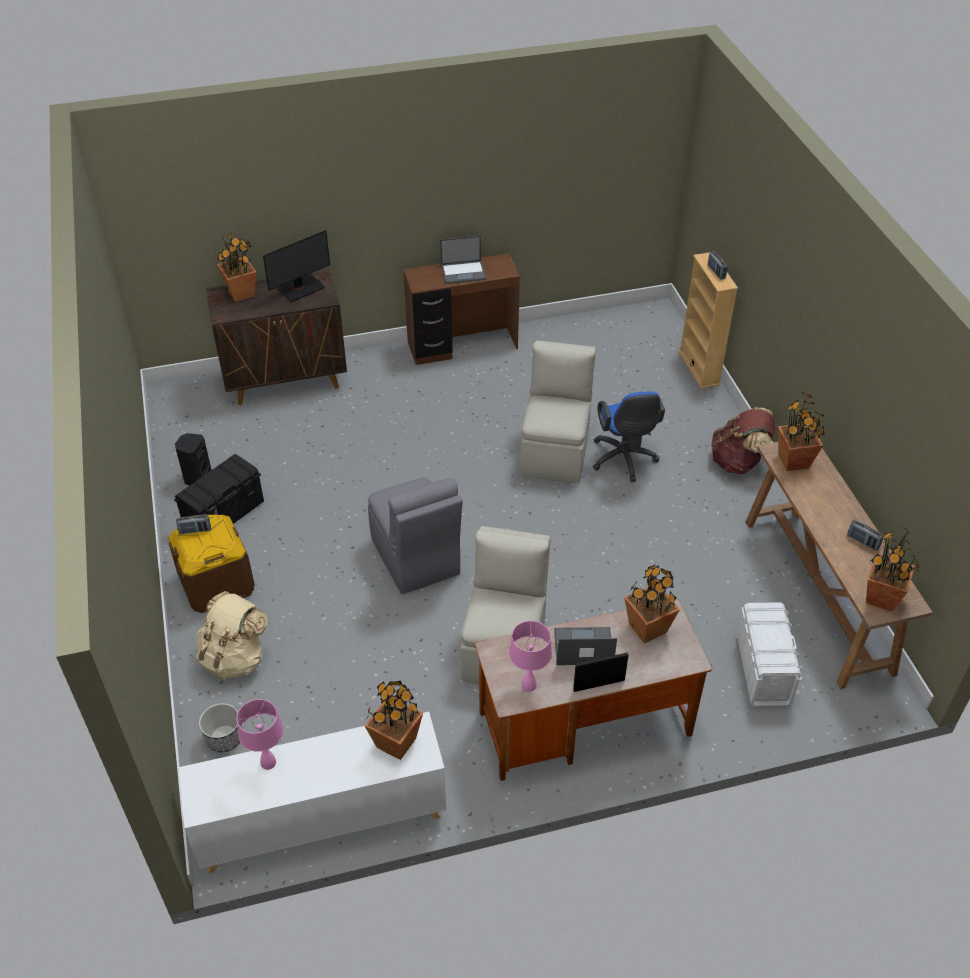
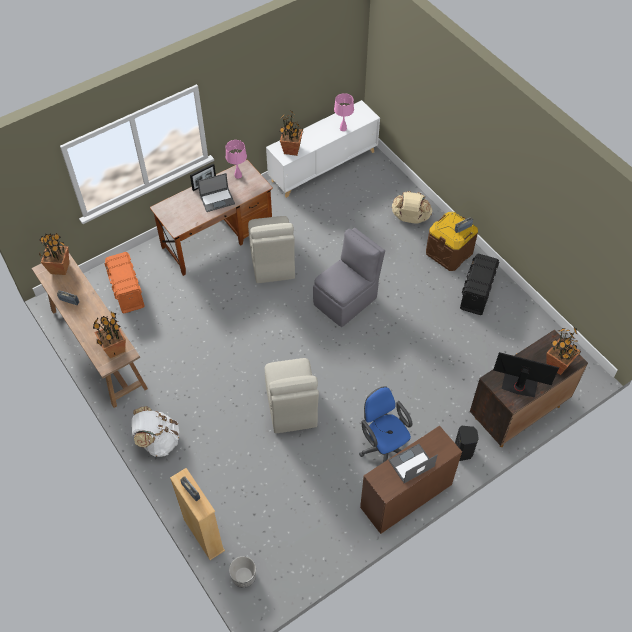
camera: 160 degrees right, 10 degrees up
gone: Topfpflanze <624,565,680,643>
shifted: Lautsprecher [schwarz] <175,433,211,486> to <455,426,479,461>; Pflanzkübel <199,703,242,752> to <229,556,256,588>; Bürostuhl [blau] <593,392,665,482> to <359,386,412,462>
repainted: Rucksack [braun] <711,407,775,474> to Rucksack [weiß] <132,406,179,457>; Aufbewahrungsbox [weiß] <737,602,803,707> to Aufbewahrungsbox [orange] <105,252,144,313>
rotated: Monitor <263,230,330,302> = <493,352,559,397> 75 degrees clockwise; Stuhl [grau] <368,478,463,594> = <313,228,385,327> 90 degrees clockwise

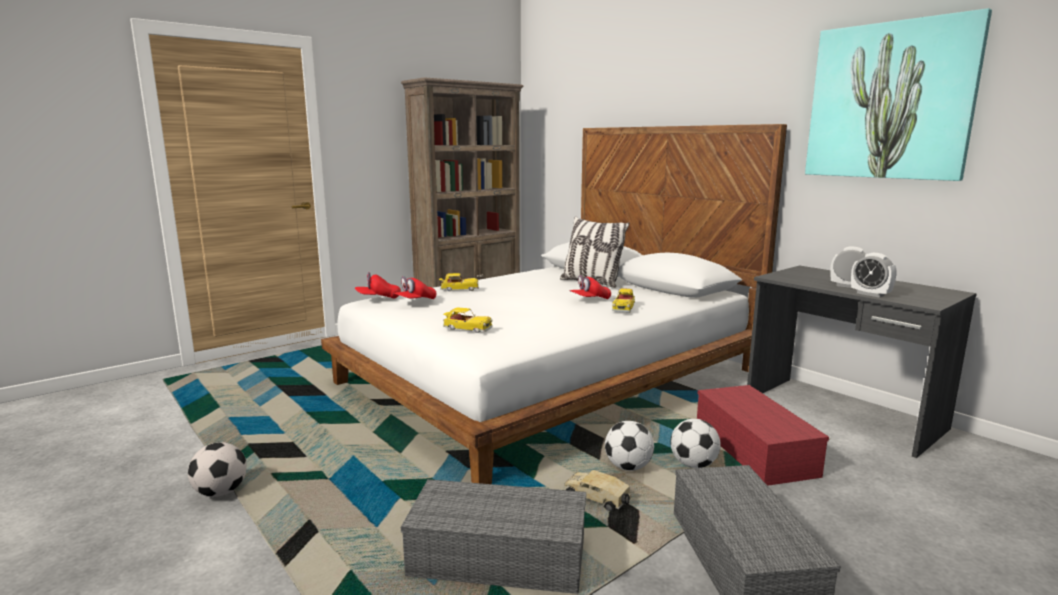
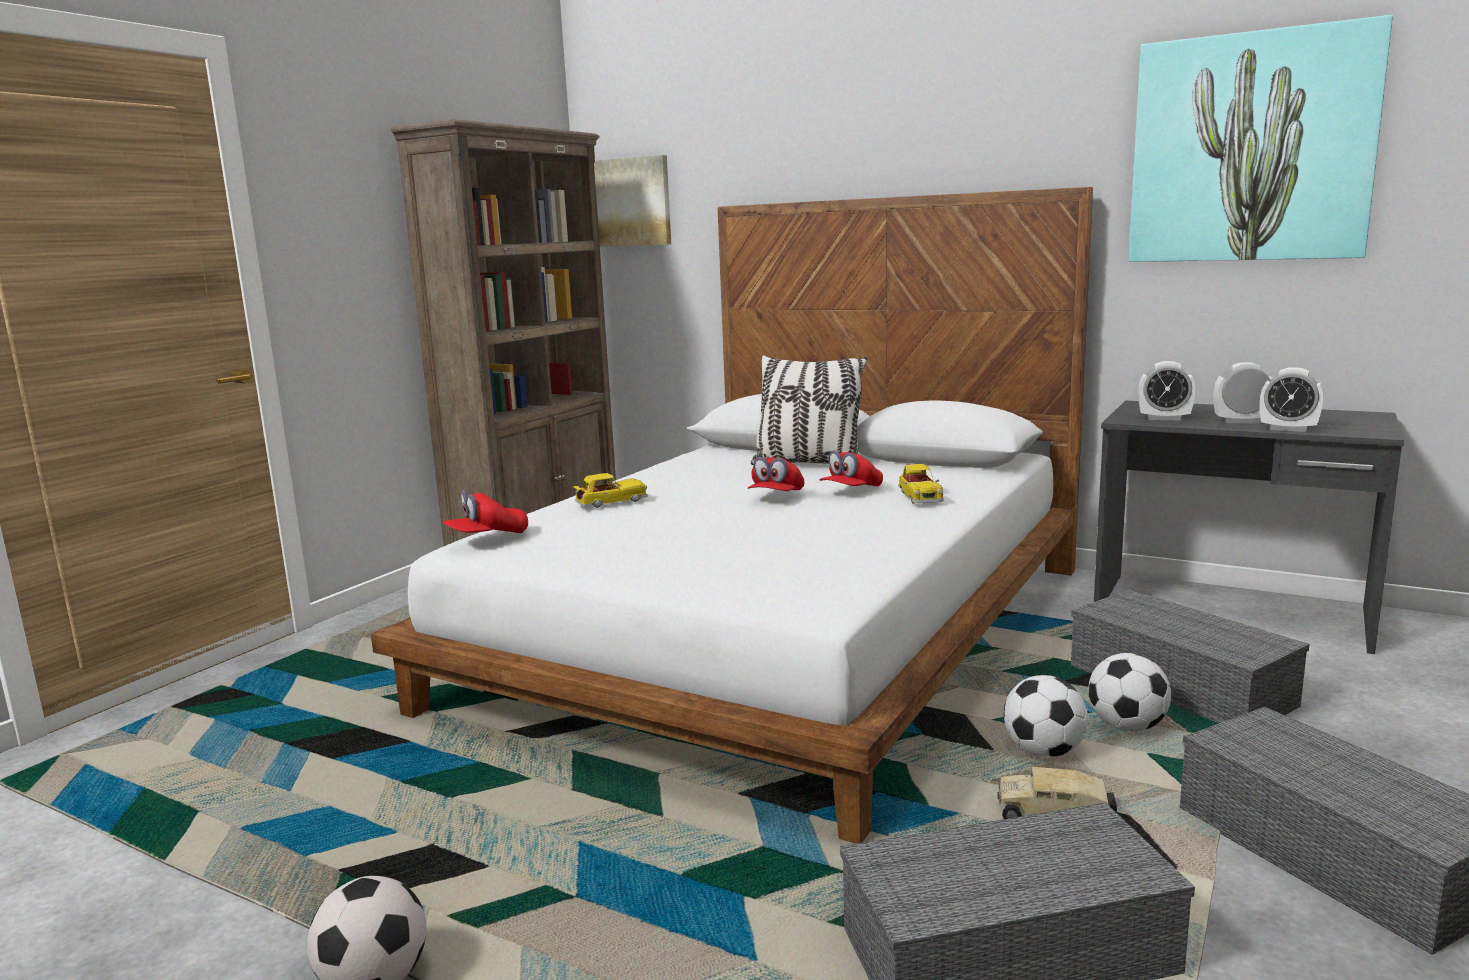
camera: 20 degrees left, 0 degrees up
gone: Spielzeugauto <443,307,493,333>
new: Bild <594,155,671,247>; Wecker <1138,361,1196,421>
shifted: Kappe [rot] <393,276,436,299> to <748,457,804,491>
repainted: Aufbewahrungsbox [rot] <697,385,829,486> to Aufbewahrungsbox [grau] <1071,590,1310,723>

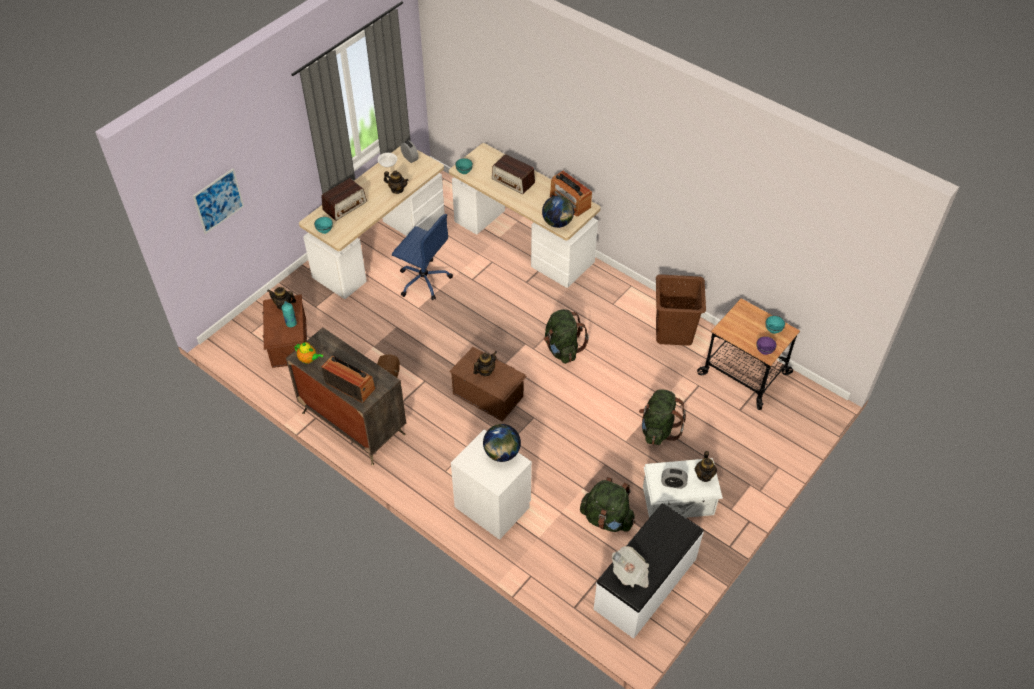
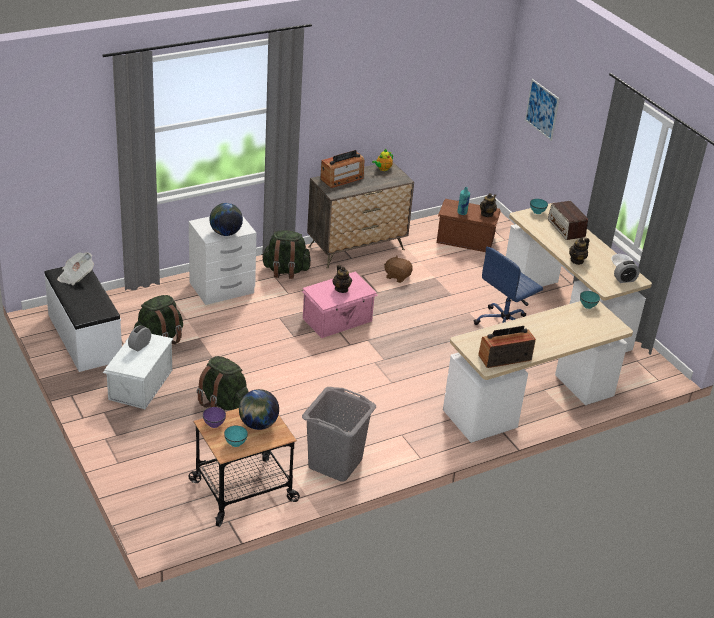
camera: 110 degrees right, 15 degrees down
gone: Radio <492,154,535,194>; Teekanne <694,451,717,482>
shifted: Globus <542,196,574,228> to <239,389,279,430>; Rucksack [grün] <544,309,589,364> to <262,230,311,279>
repainted: Aufbewahrungsbox [braun] <449,347,527,422> to Aufbewahrungsbox [rosa] <302,272,378,338>; Wäschekorb [braun] <656,274,706,346> to Wäschekorb [grau] <302,387,376,482>

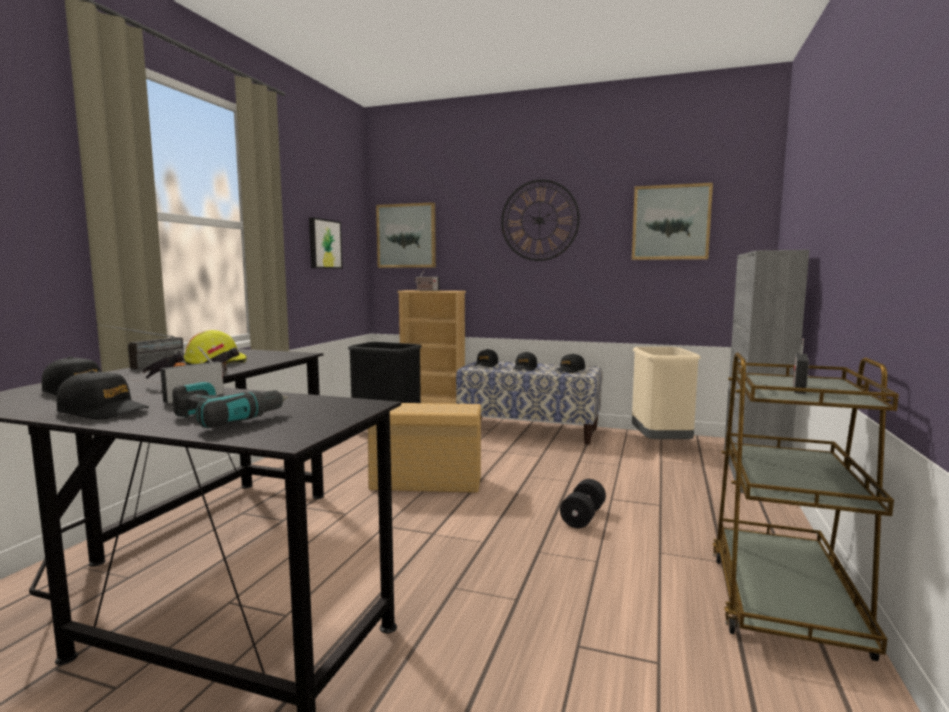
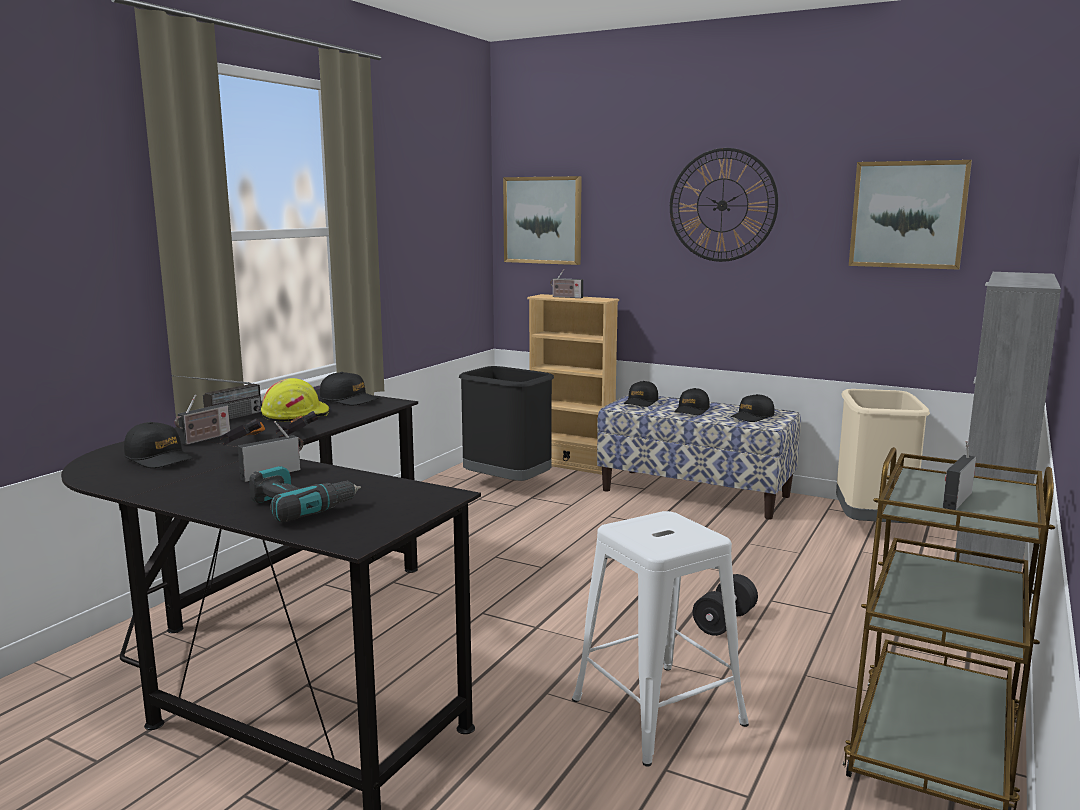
camera: 10 degrees right, 5 degrees up
gone: Bild <309,217,343,269>; Aufbewahrungsbox [beige] <368,403,481,493>
new: Radio <175,394,230,445>; Hocker [weiß] <572,511,749,767>
shifted: Kappe [schwarz] <56,371,149,419> to <320,372,379,406>

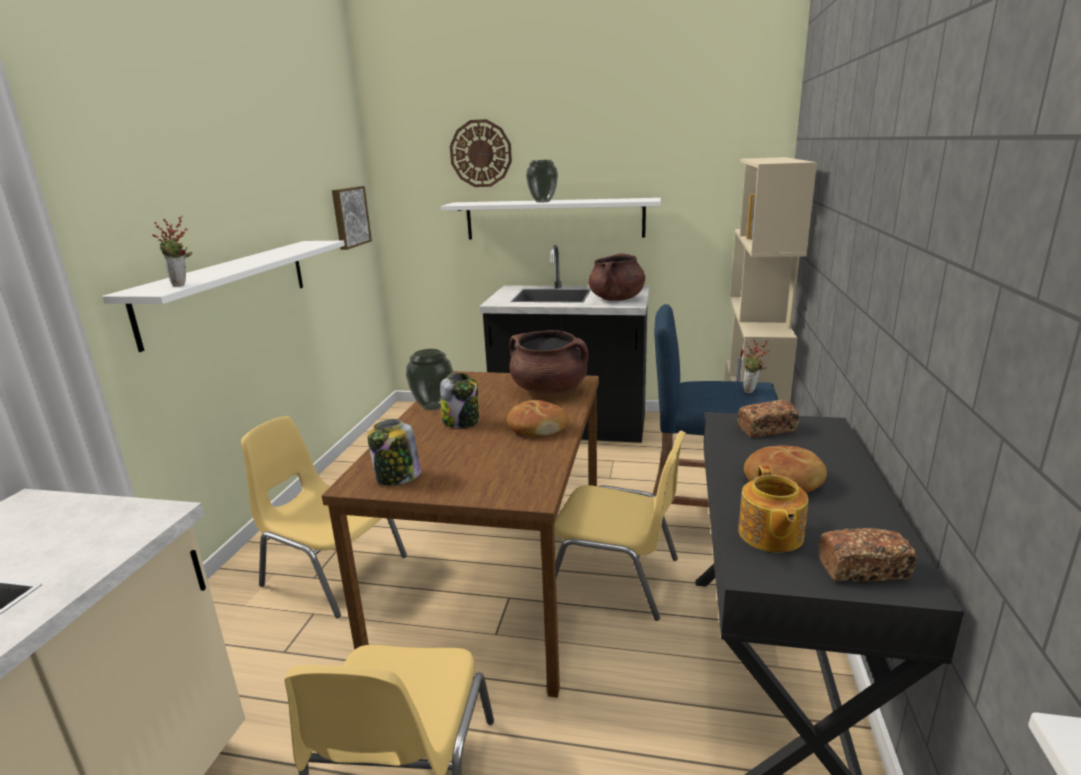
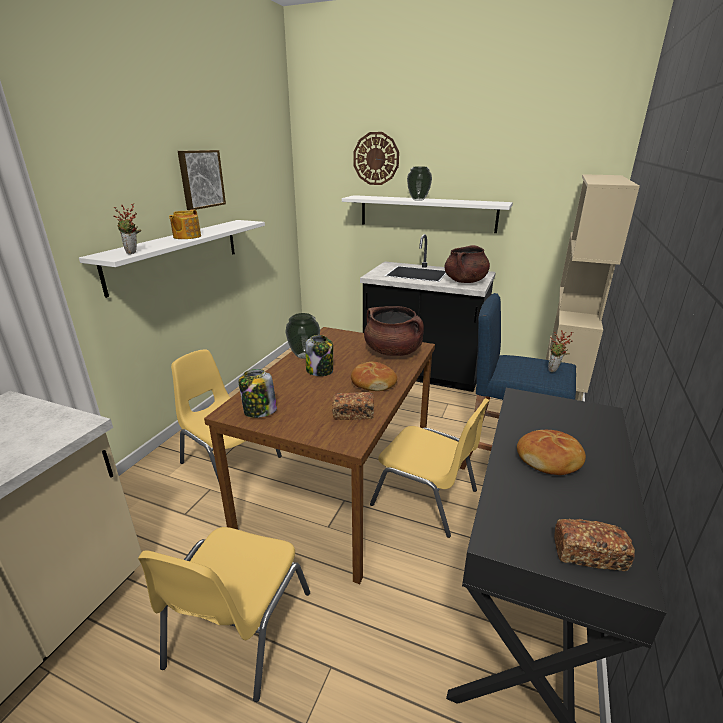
camera: 10 degrees right, 5 degrees up
shifted: Bild <332,186,372,250> to <178,150,226,210>; Brot <737,400,799,438> to <332,392,374,420>; Teekanne <738,465,808,553> to <169,209,201,239>

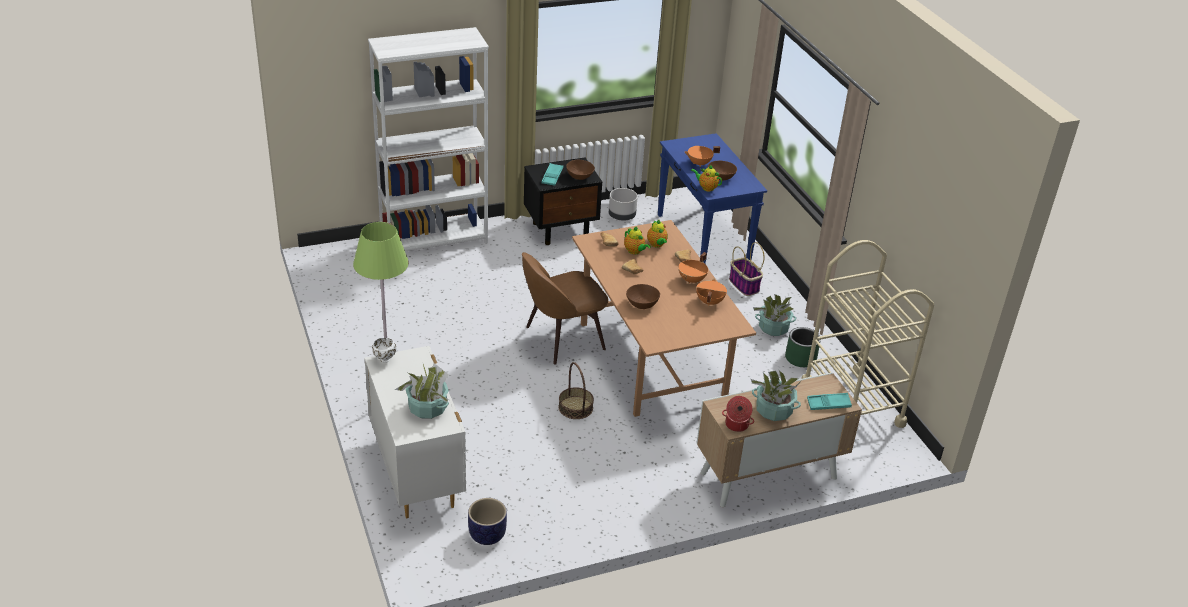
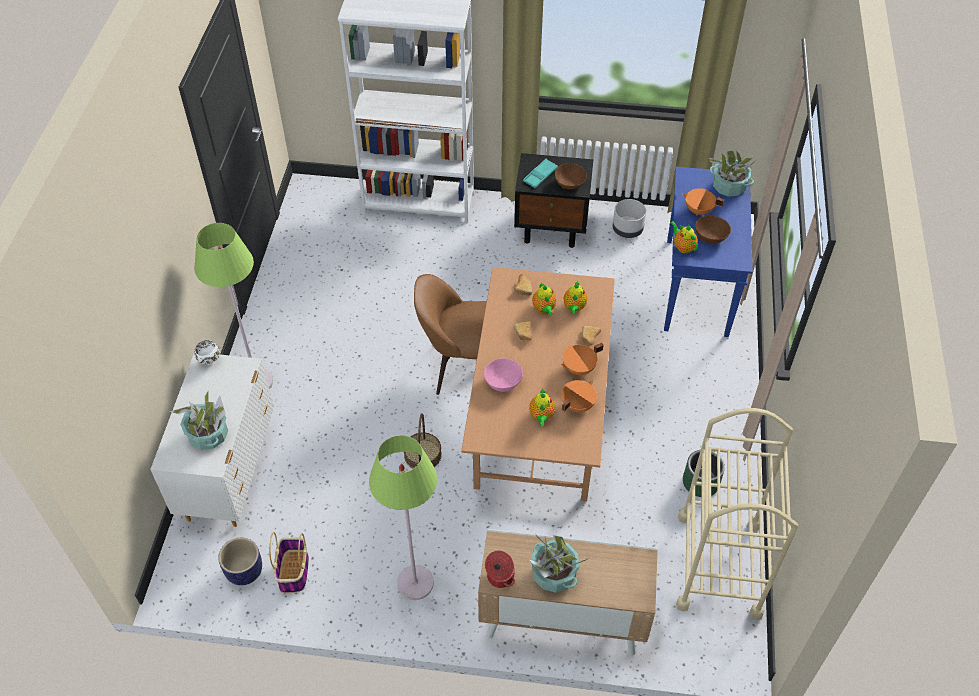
camera: 30 degrees right, 15 degrees up
gone: Tablett [türkis] <807,393,852,410>
new: Stehlampe [grün] <369,435,437,600>; Teekanne <529,388,555,426>
shifted: Korb <729,242,764,296> to <269,532,309,593>; Topfpflanze <753,294,796,336> to <709,150,757,197>
repainted: Schüssel [braun] <626,284,660,309> to Schüssel [rosa] <484,358,523,391>

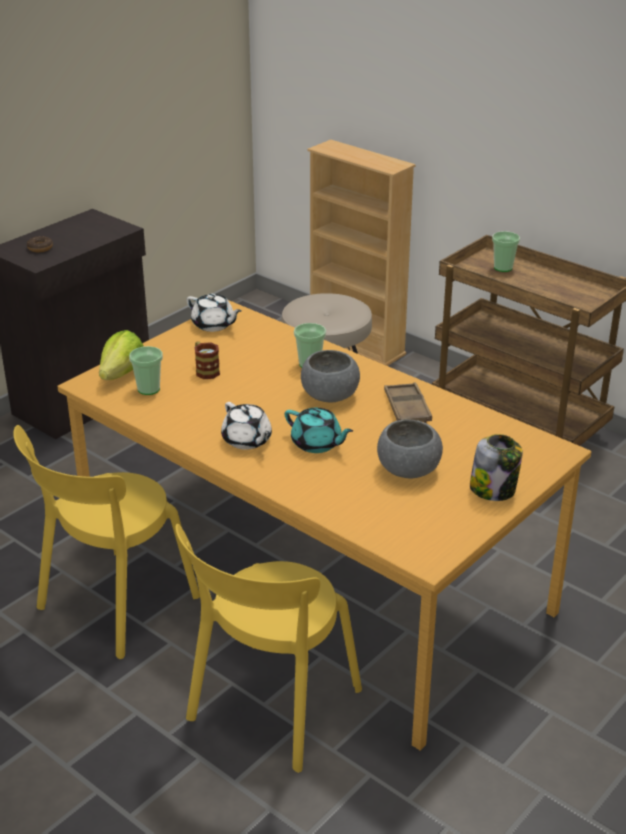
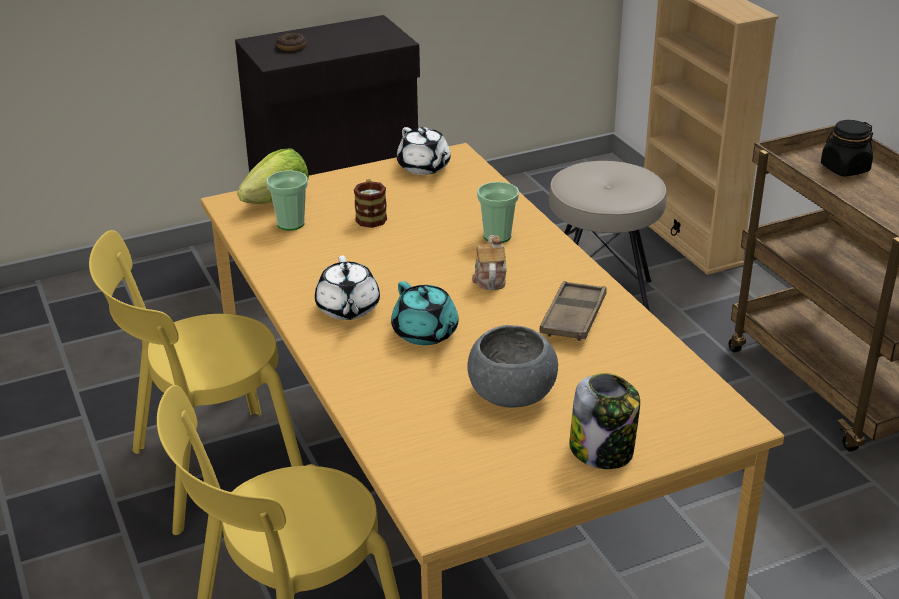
camera: 25 degrees right, 0 degrees up
swapped: Schüssel [grau] <301,350,360,403> to Teekanne <472,235,507,290>; Tasse <492,231,520,272> to Vorratsglas [schwarz] <821,120,873,176>

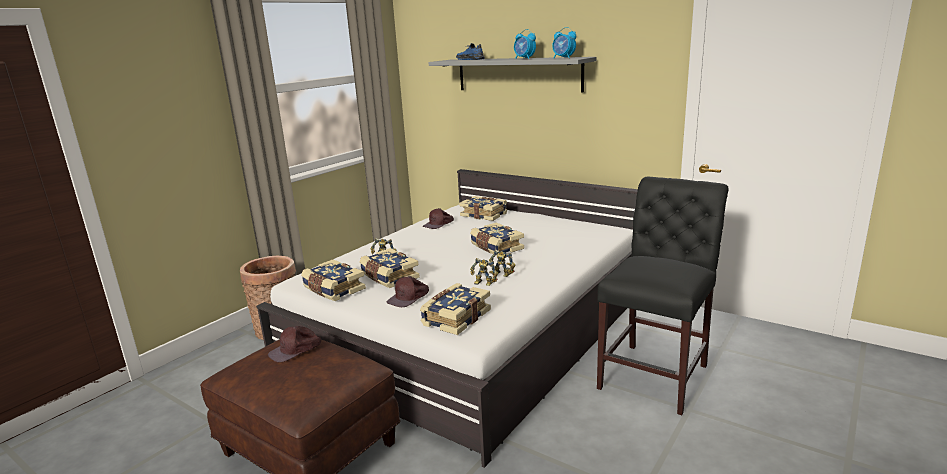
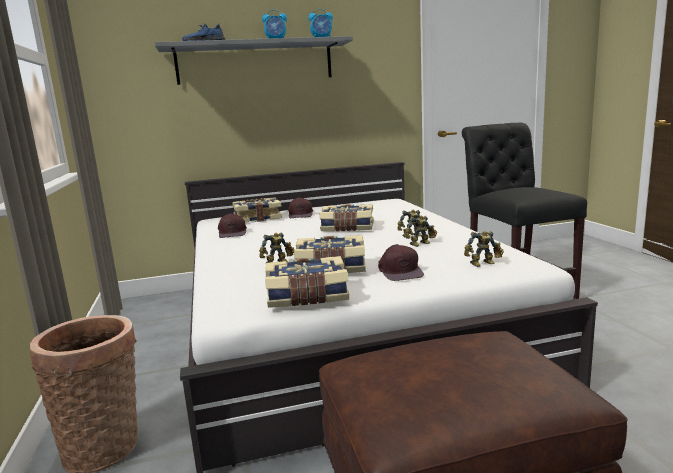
camera: 50 degrees left, 5 degrees down
shifted: Kappe [braun] <268,326,321,362> to <288,197,313,218>
swapped: Buch <420,283,491,335> to Spielzeugroboter <464,231,504,267>

